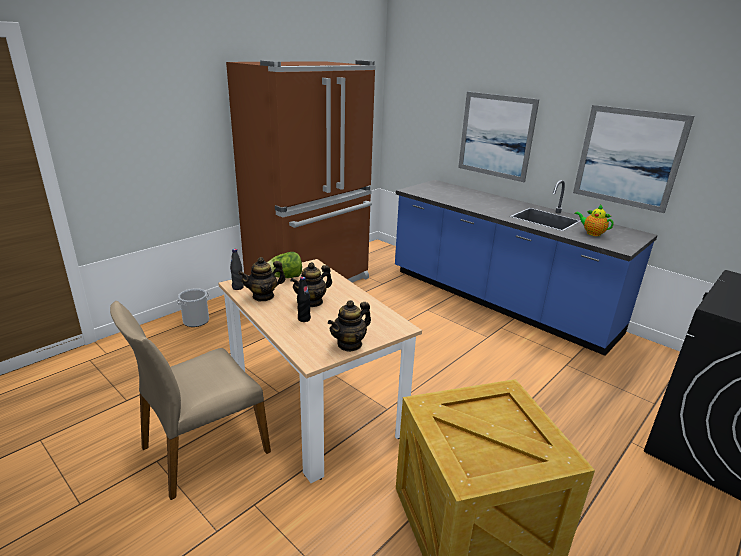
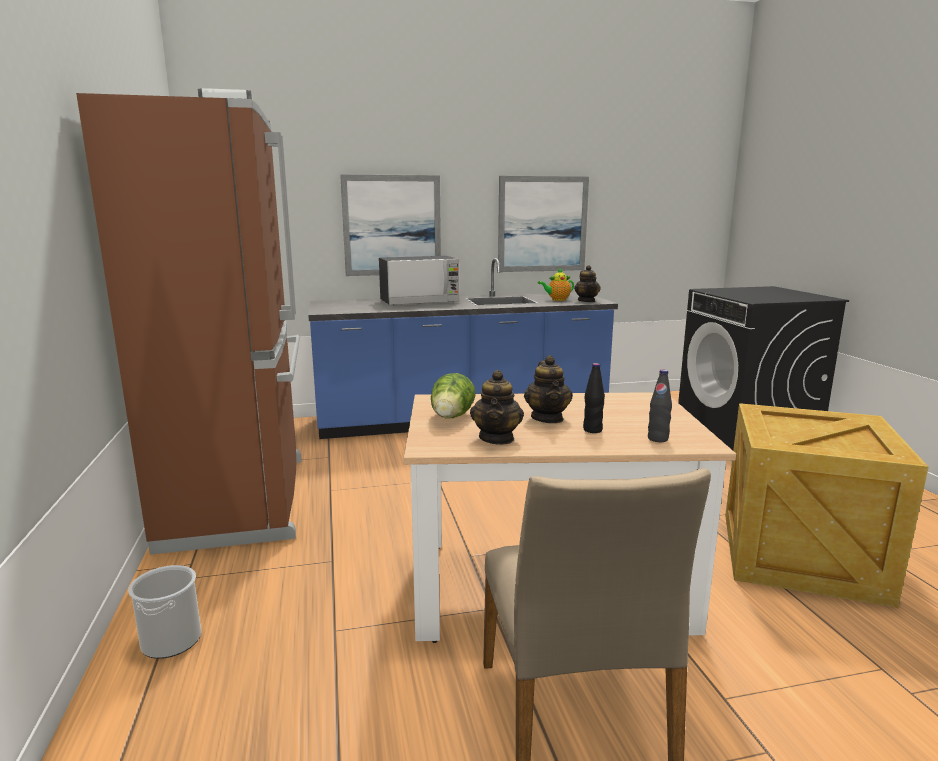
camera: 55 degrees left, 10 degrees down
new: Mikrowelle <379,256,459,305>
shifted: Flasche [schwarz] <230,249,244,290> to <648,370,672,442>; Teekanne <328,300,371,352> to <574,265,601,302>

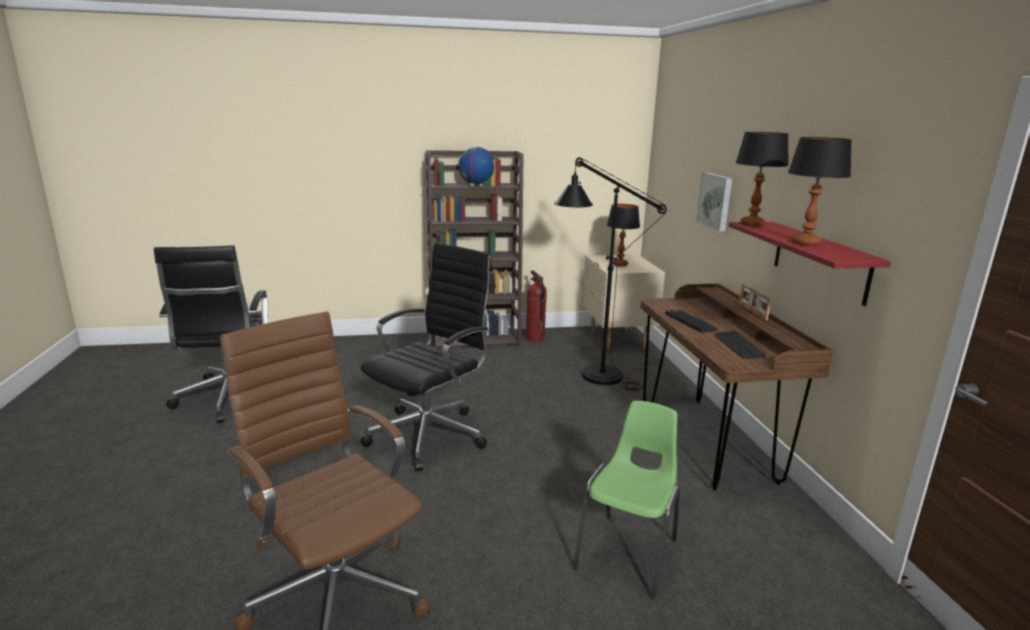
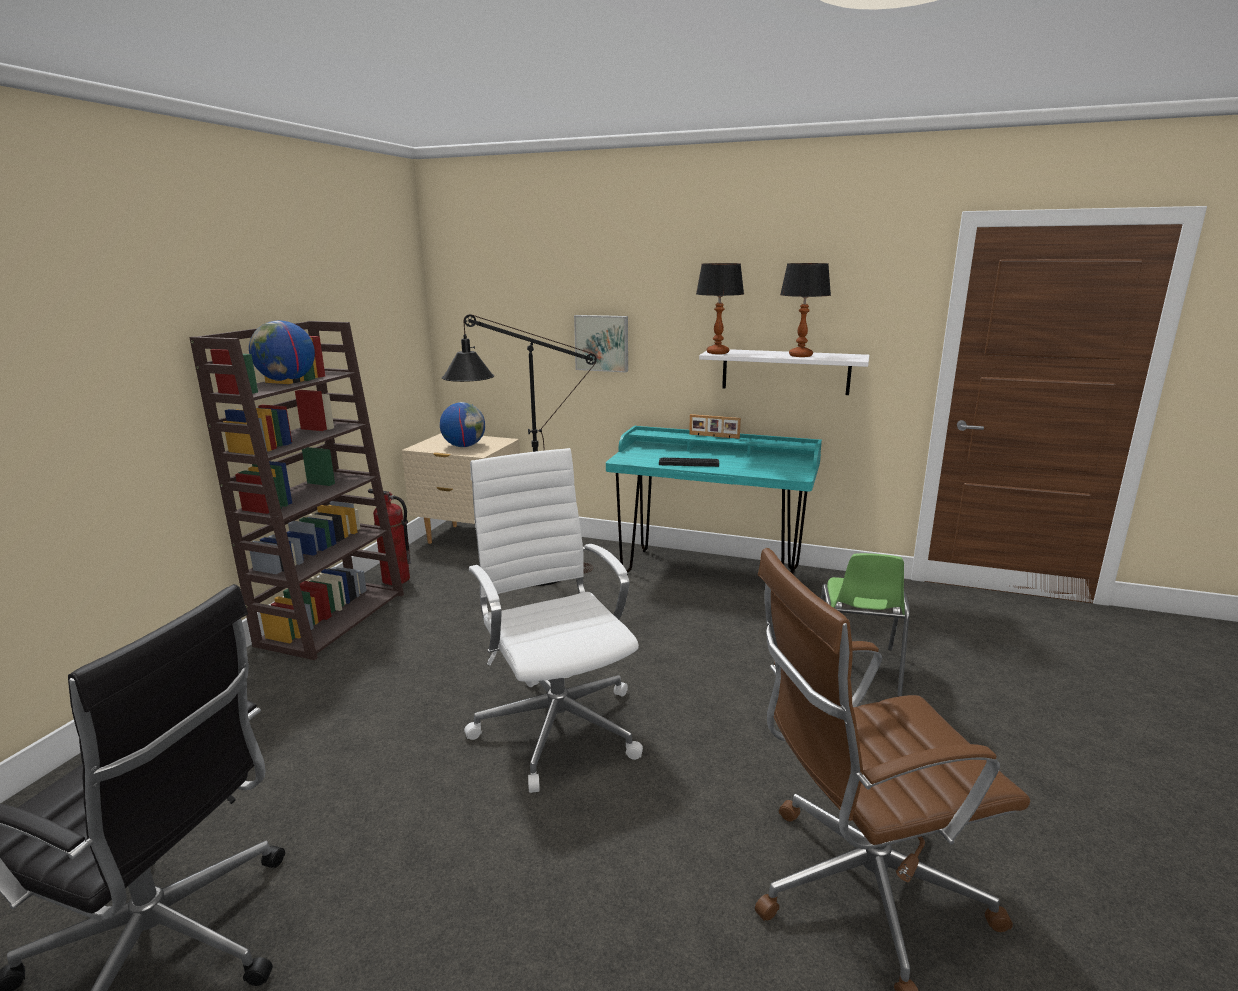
camera: 60 degrees left, 0 degrees up
gone: Tastatur <715,331,766,359>
swapped: Tischlampe <607,204,640,266> to Globus <440,402,485,447>
repainted: Bürostuhl [schwarz] <360,243,492,471> to Bürostuhl [weiß] <464,448,643,793>; Schreibtisch [braun] <640,283,833,490> to Schreibtisch [türkis] <606,426,822,575>; Wandregal [rot] <729,222,891,306> to Wandregal [weiß] <699,349,869,395>
rotated: Stuhl [grün] <573,401,681,599> = <821,553,909,697> 135 degrees counterclockwise

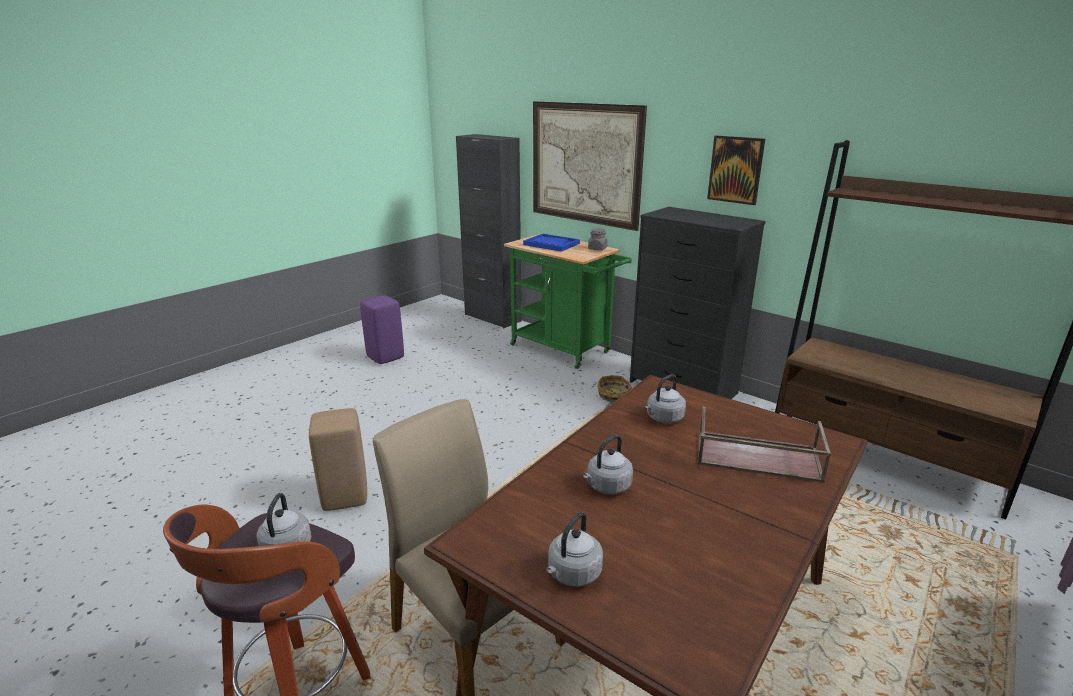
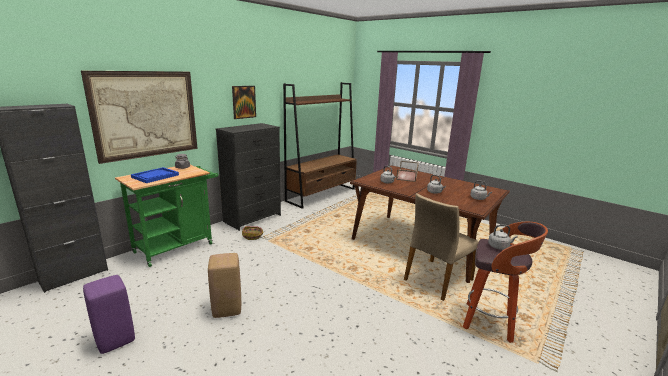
camera: 90 degrees left, 5 degrees down
shifted: Hocker [beige] <309,408,367,511> to <208,253,241,318>

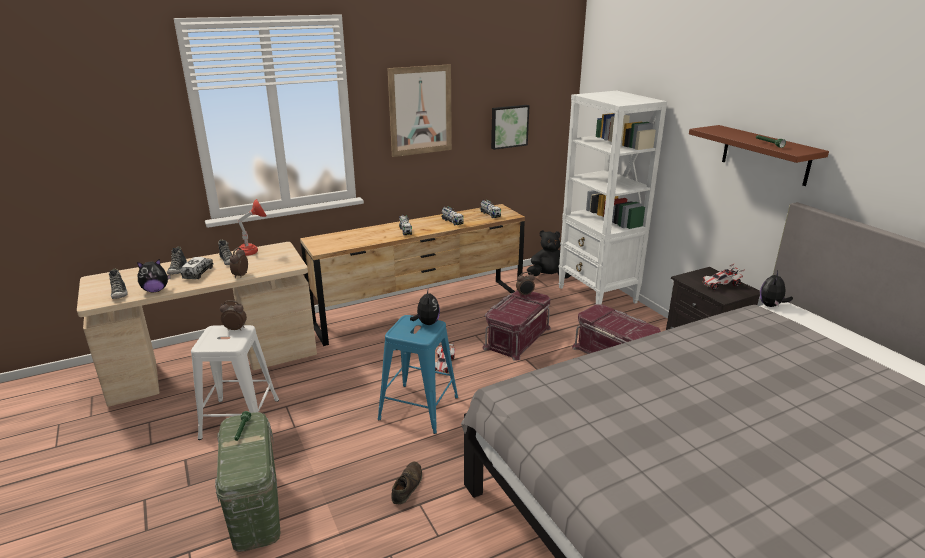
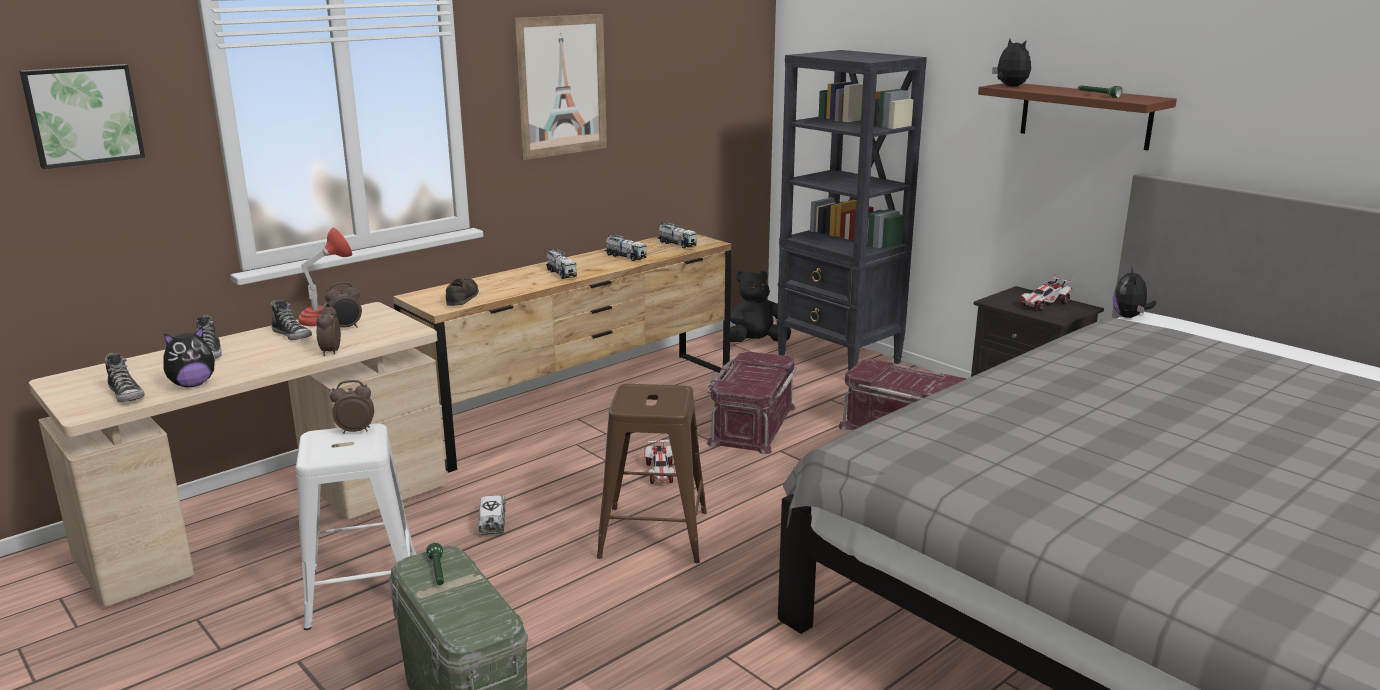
camera: 15 degrees left, 5 degrees down
shifted: Spielzeuglaster <181,257,214,279> to <478,496,506,535>; Schuh [braun] <391,462,422,504> to <446,278,479,306>; Plüschtier <410,288,440,325> to <992,39,1031,87>; Bild <491,105,529,150> to <20,64,145,169>; Wecker <516,272,535,296> to <325,282,362,328>
repainted: Hocker [blau] <378,315,458,434> to Hocker [braun] <597,384,707,563>; Bücherregal [weiß] <558,91,667,305> to Bücherregal [schwarz] <777,50,927,371>

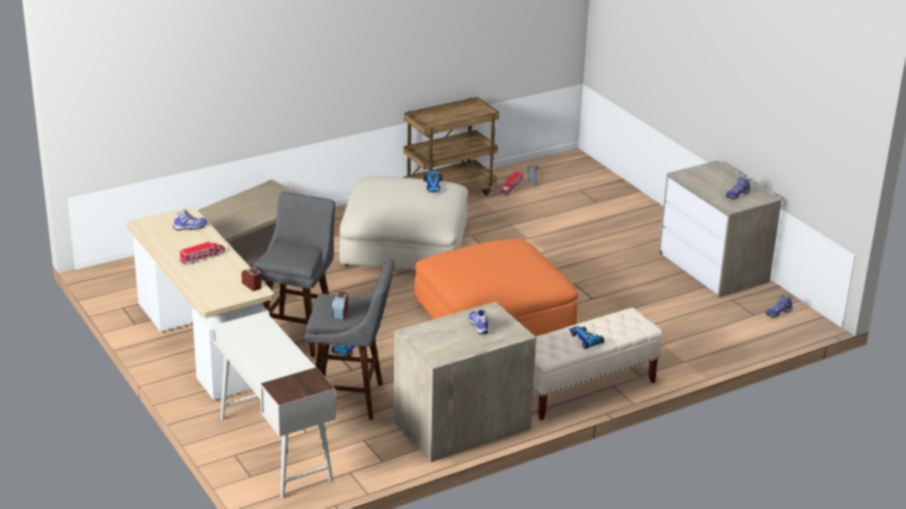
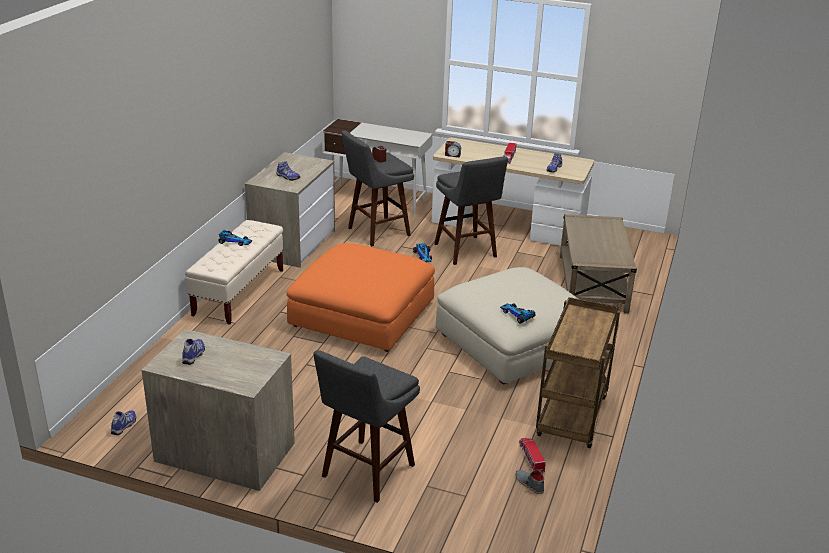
camera: 140 degrees right, 0 degrees up
new: Hocker [grau] <313,350,420,503>

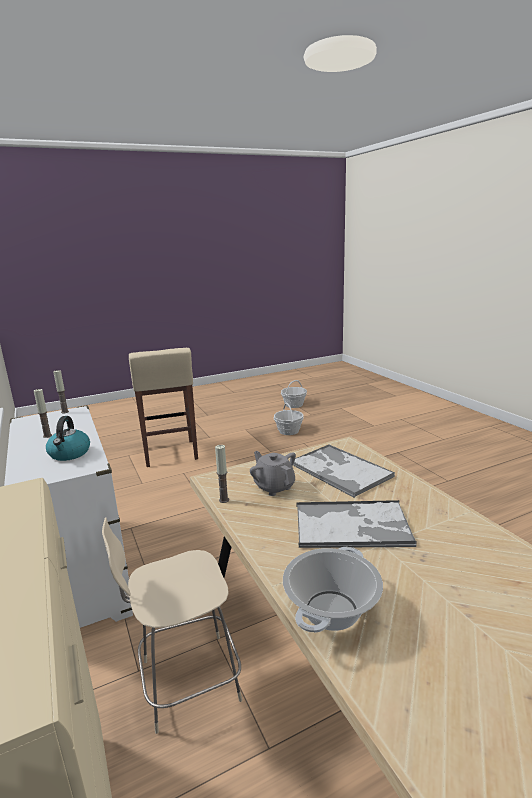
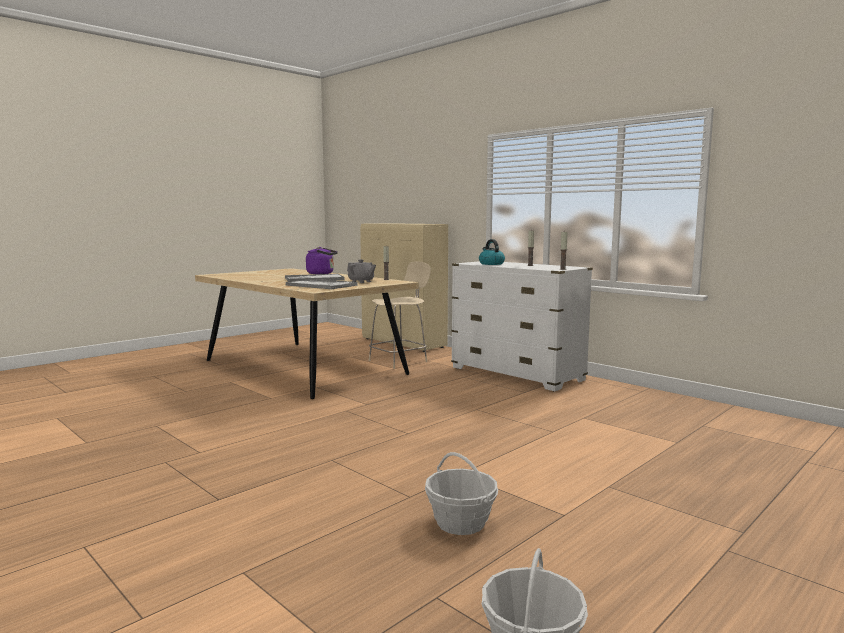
camera: 160 degrees right, 10 degrees down
gone: Hocker [beige] <129,348,198,467>
swapped: Kochtopf <283,547,383,633> to Wasserkessel [lila] <306,247,338,274>

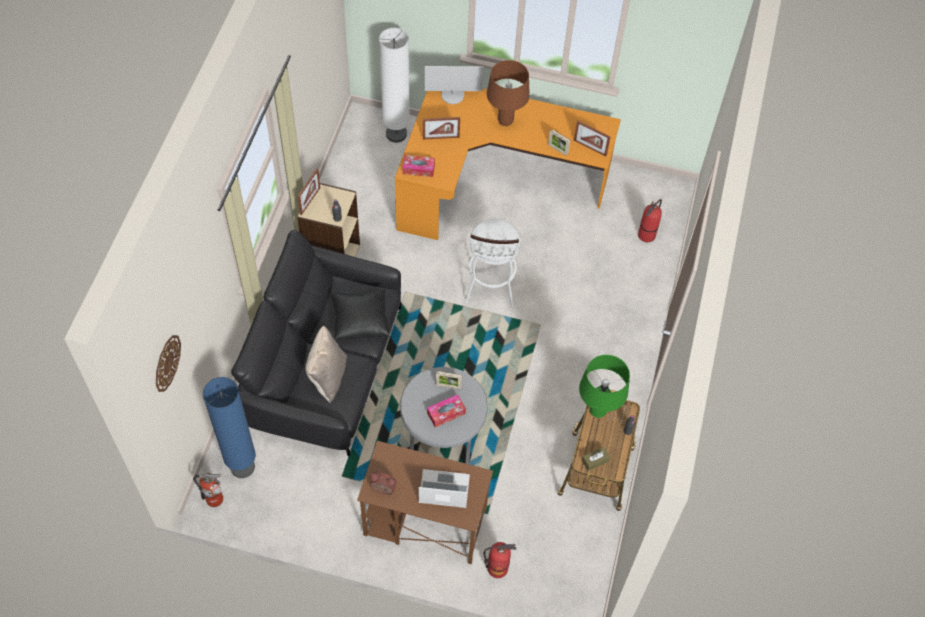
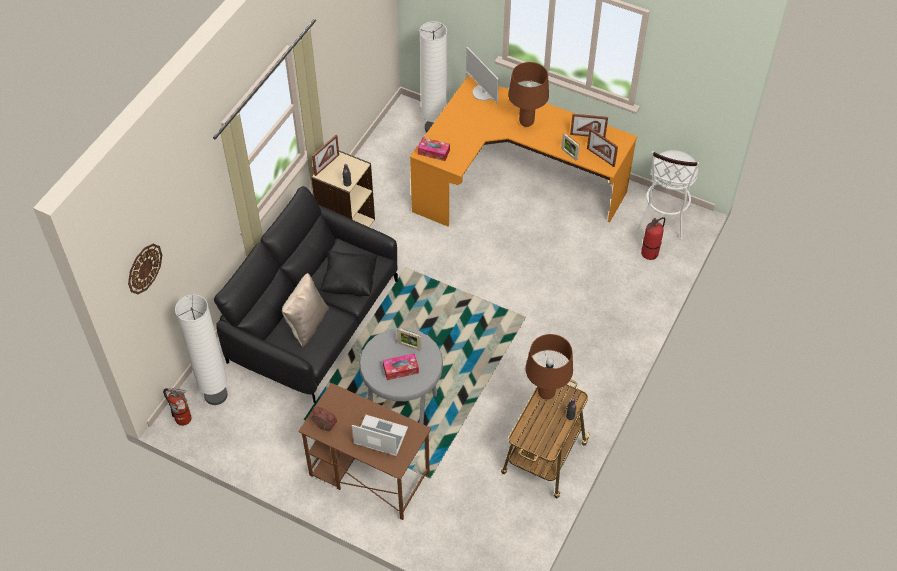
camera: 15 degrees right, 5 degrees down
gone: Feuerlöscher <484,542,516,578>; Taschentuchbox [braun] <582,447,610,471>
shifted: Bilderrahmen <423,117,460,140> to <570,114,608,137>; Hocker [weiß] <464,219,521,308> to <637,150,699,240>
repainted: Stehlampe [blau] <203,377,256,478> to Stehlampe [weiß] <175,294,228,405>; Tischlampe [grün] <579,355,630,418> to Tischlampe [braun] <525,334,573,400>
rotated: Monitor <425,66,484,104> = <466,47,499,103> 45 degrees clockwise

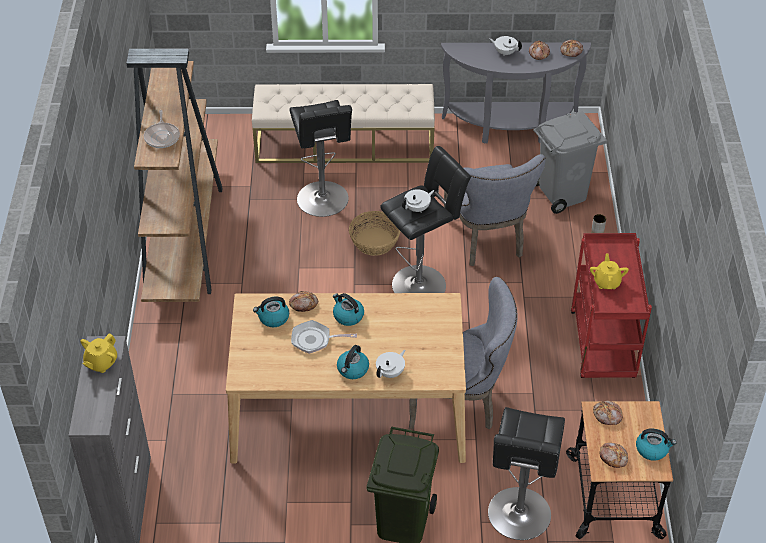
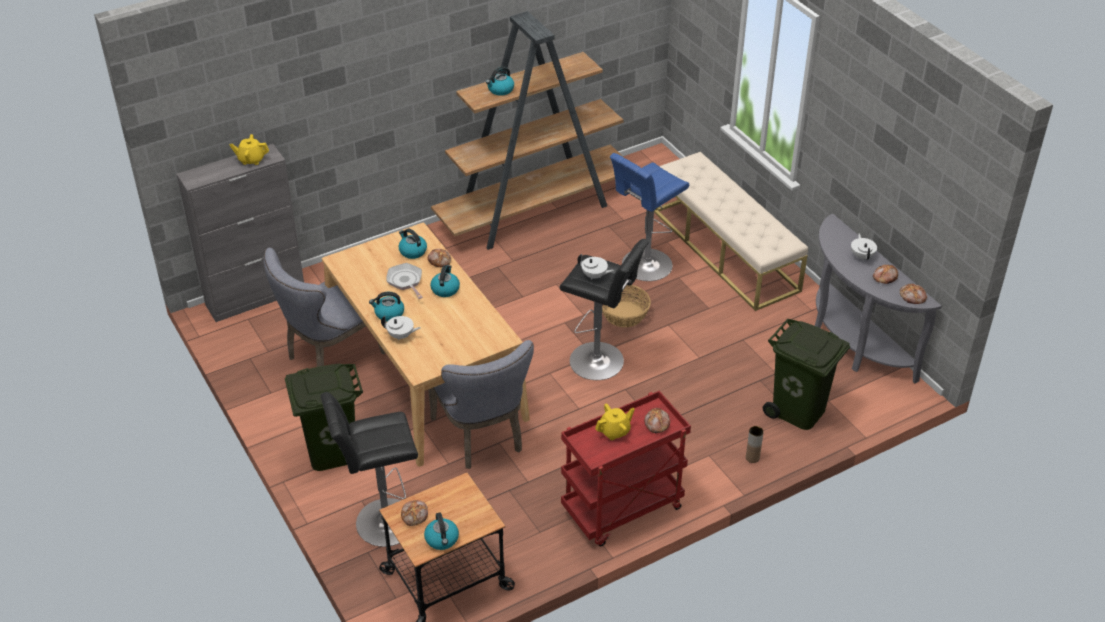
camera: 60 degrees right, 5 degrees down
shifted: Stuhl [grau] <444,154,546,266> to <264,248,386,367>; Brot <593,400,623,425> to <644,408,670,433>
swapped: Pfanne <144,110,180,148> to Wasserkessel <486,67,514,96>
repainted: Hocker [schwarz] <289,100,352,217> to Hocker [blau] <610,153,689,281>; Mülleimer [grau] <533,111,607,214> to Mülleimer [grün] <763,319,850,430>

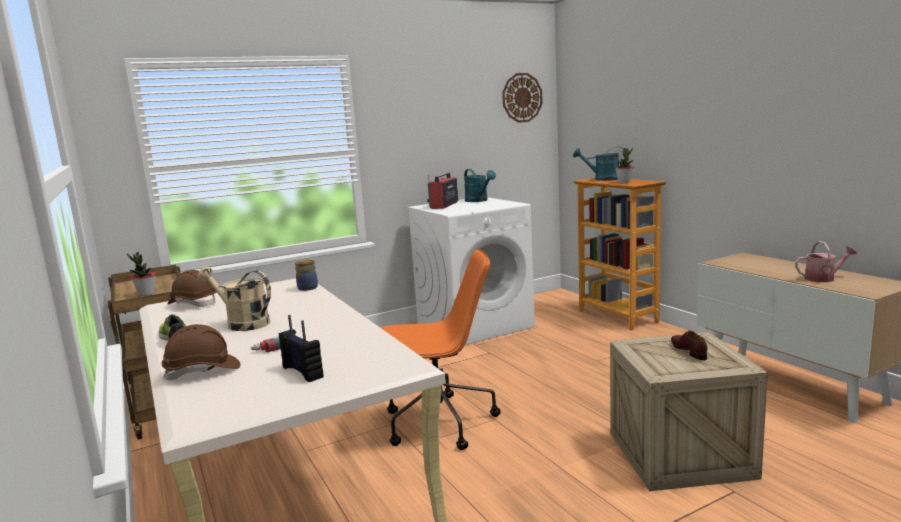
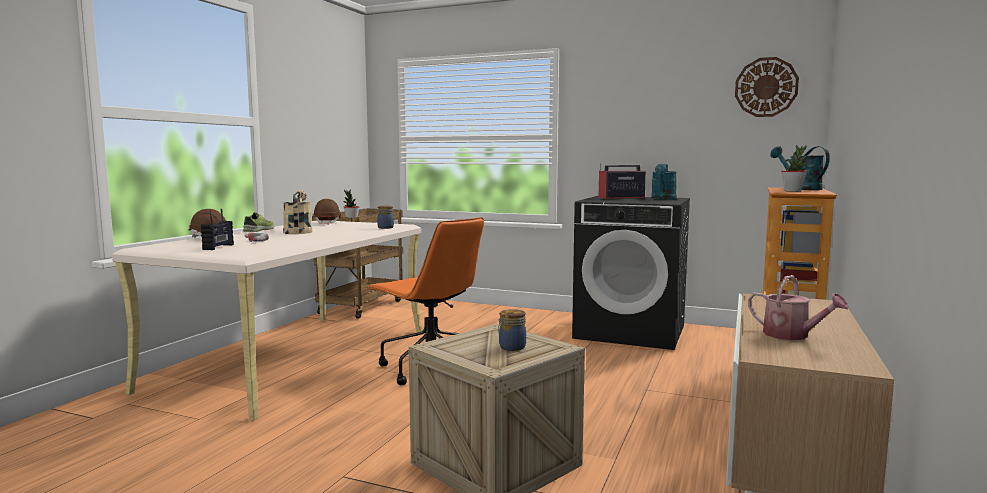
camera: 50 degrees right, 5 degrees down
swapped: Schuh [braun] <671,331,708,360> to Vorratsglas <498,309,526,351>
repainted: Waschmaschine [weiß] <407,197,535,345> to Waschmaschine [schwarz] <572,196,690,350>

